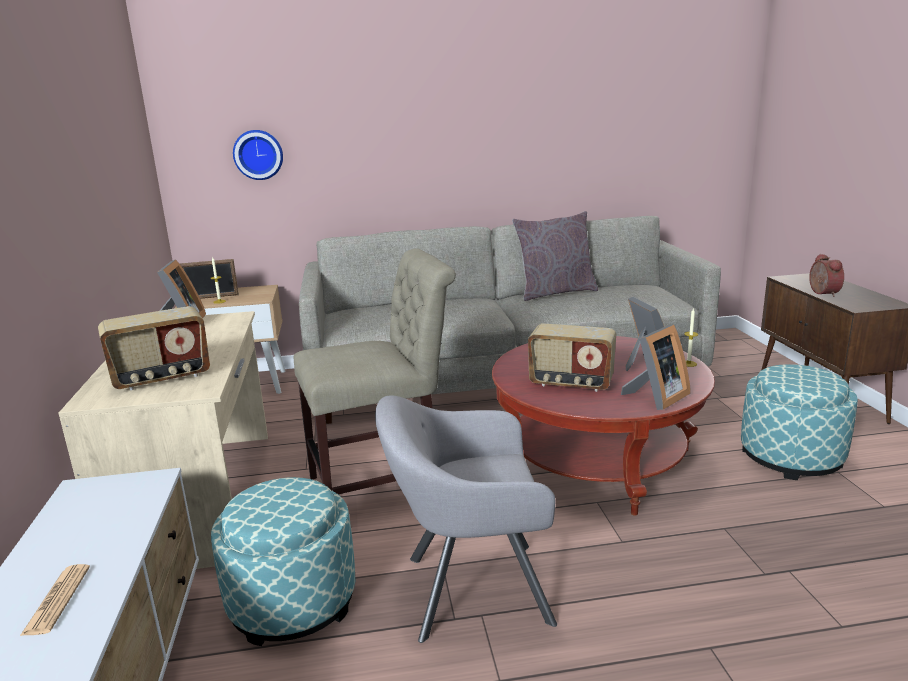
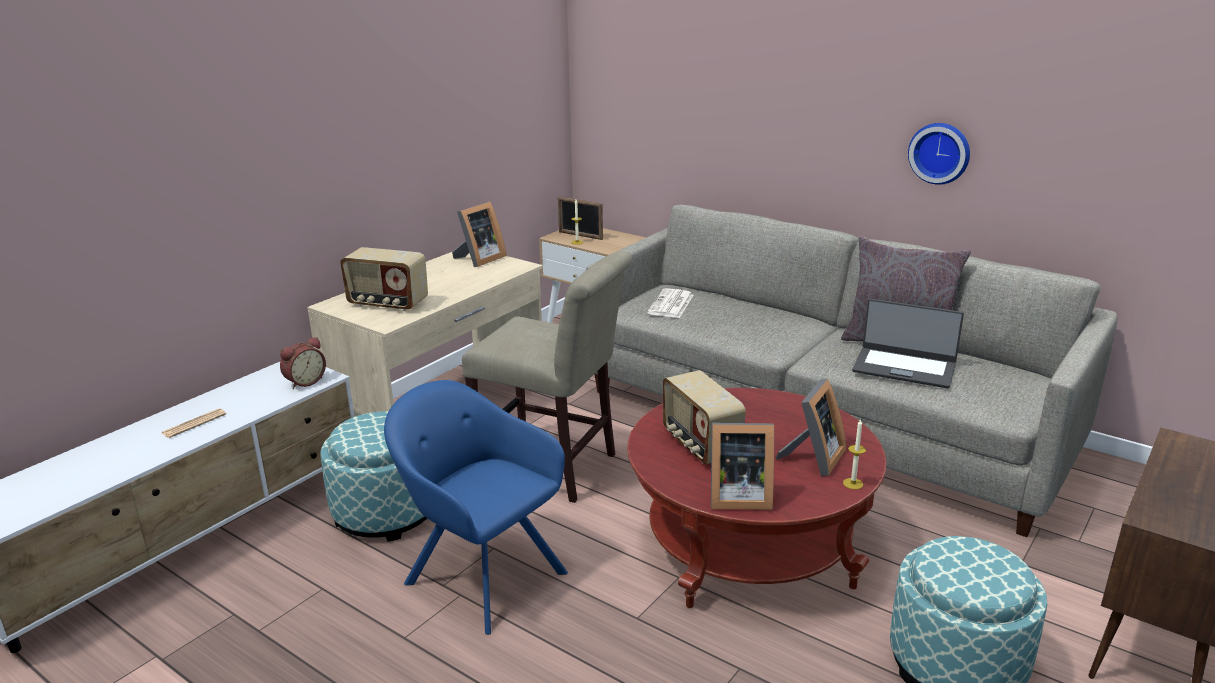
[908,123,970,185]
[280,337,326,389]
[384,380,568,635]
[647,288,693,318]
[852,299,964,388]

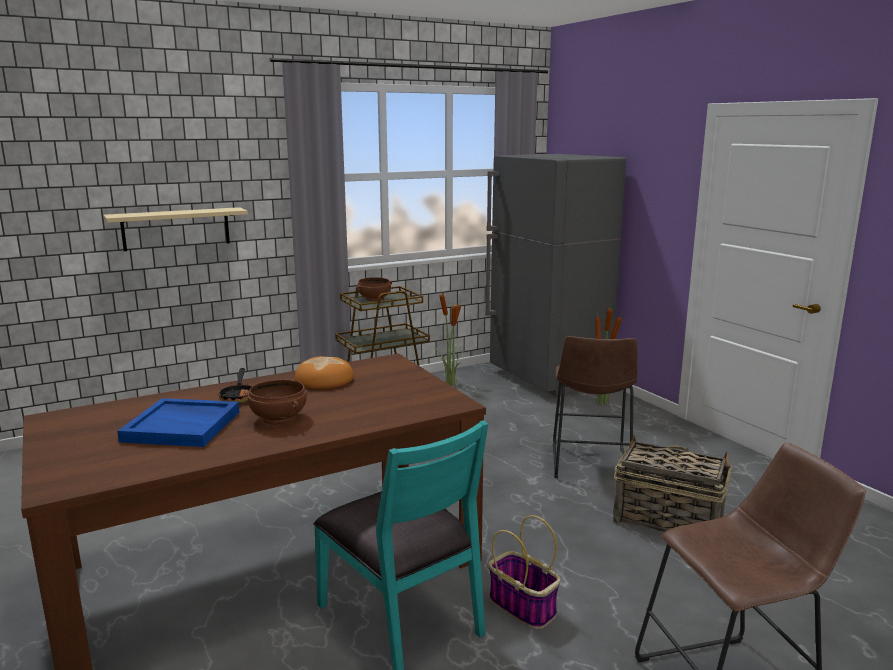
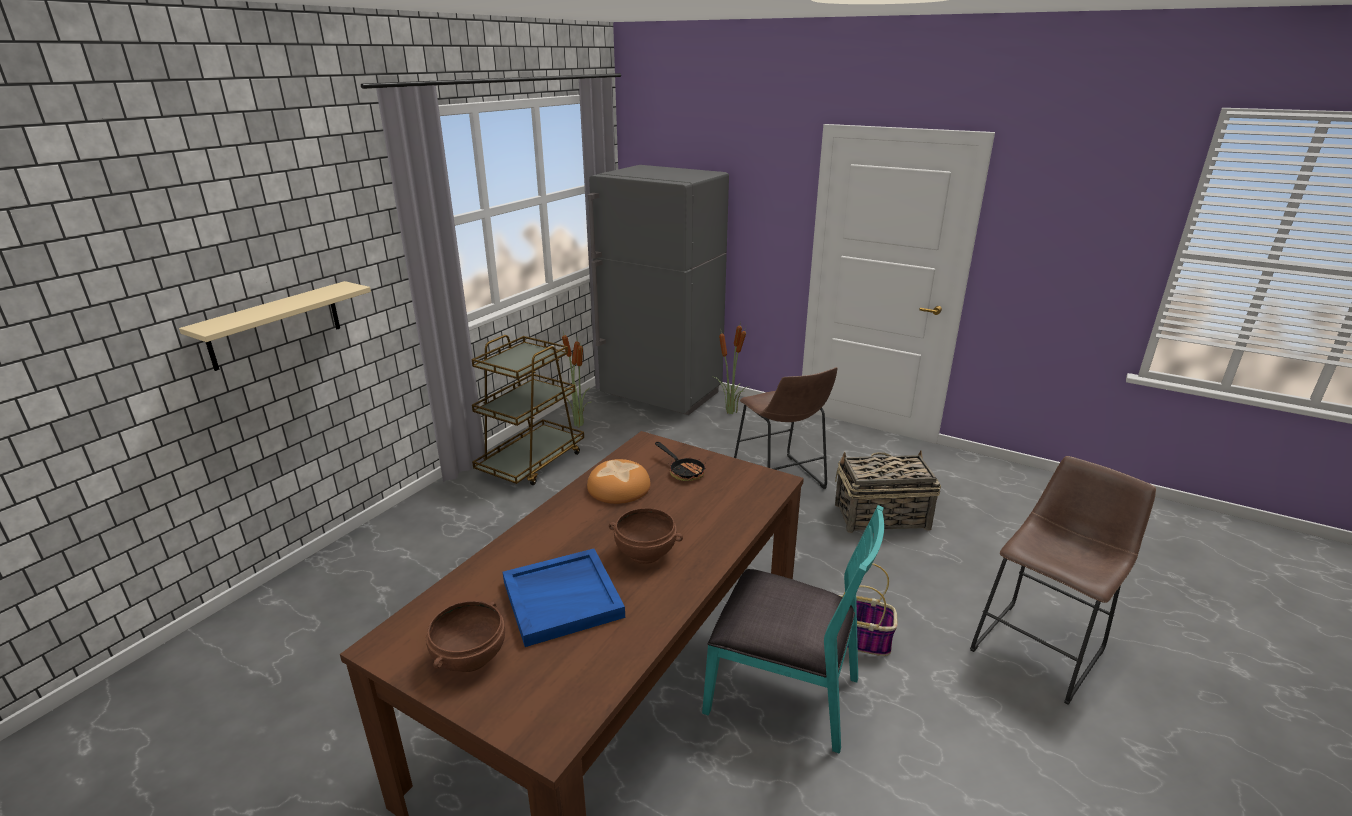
[426,601,505,672]
[655,442,705,481]

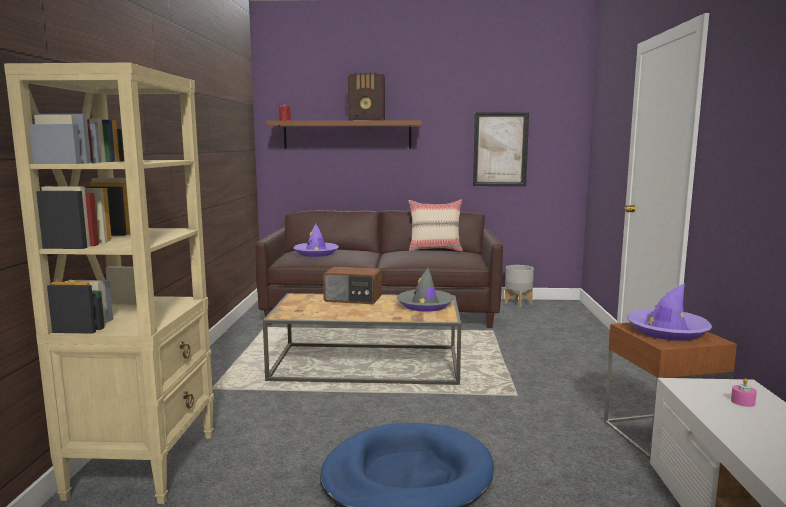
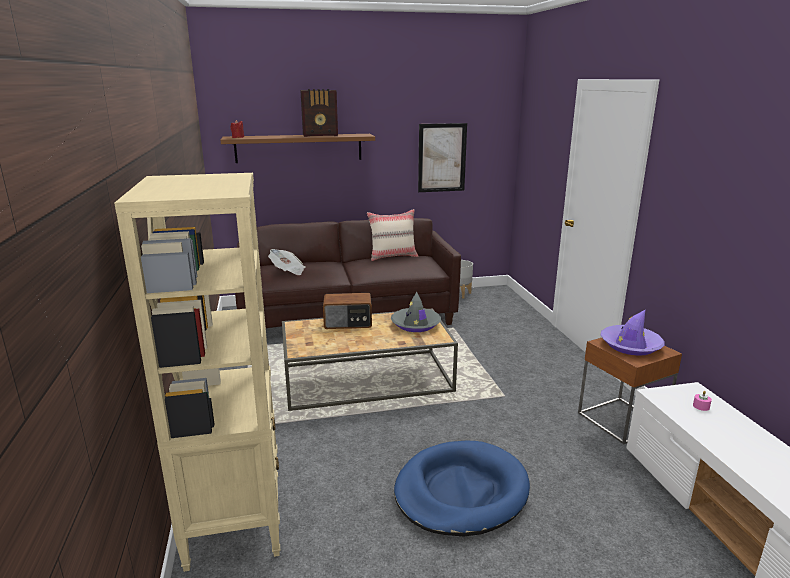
[268,249,306,275]

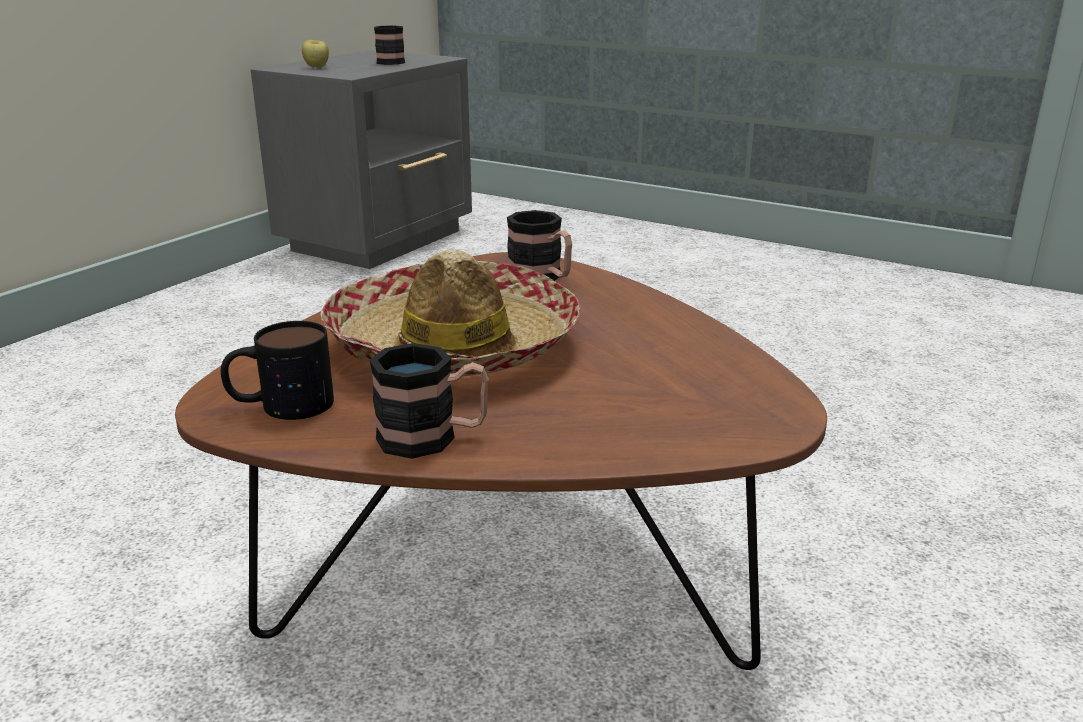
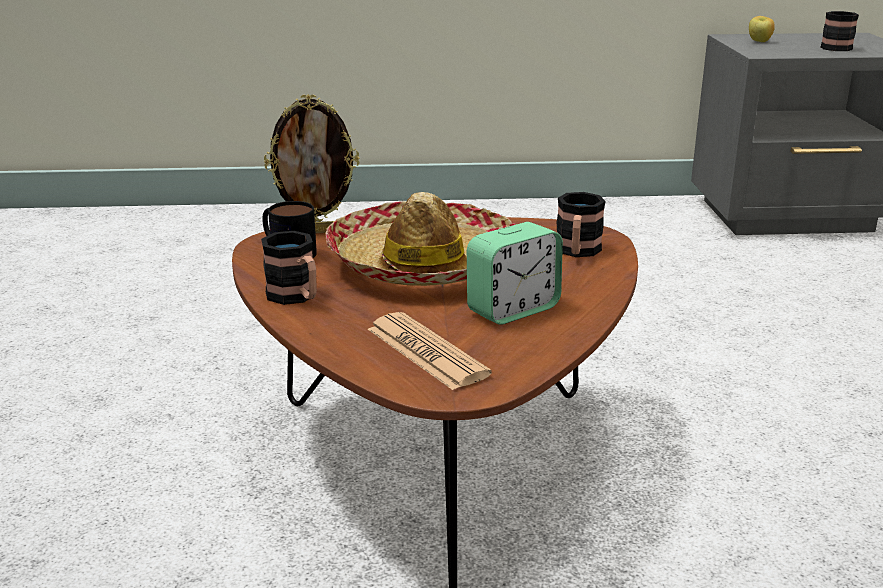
[264,94,359,233]
[467,222,563,325]
[368,312,492,390]

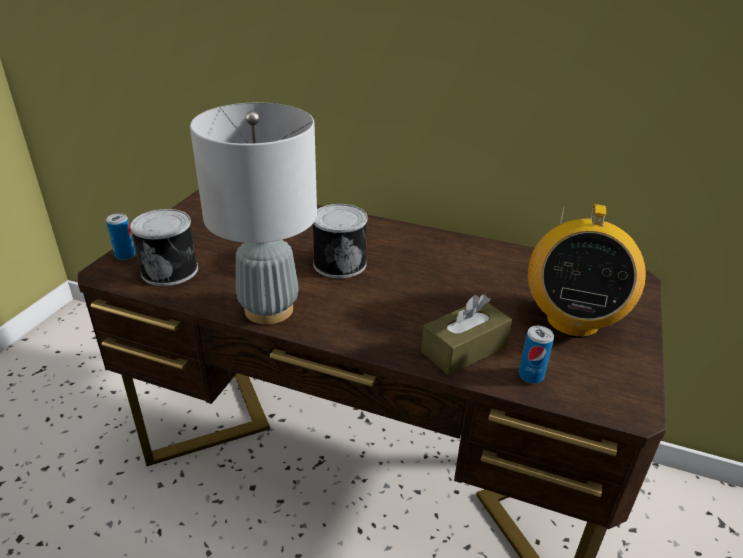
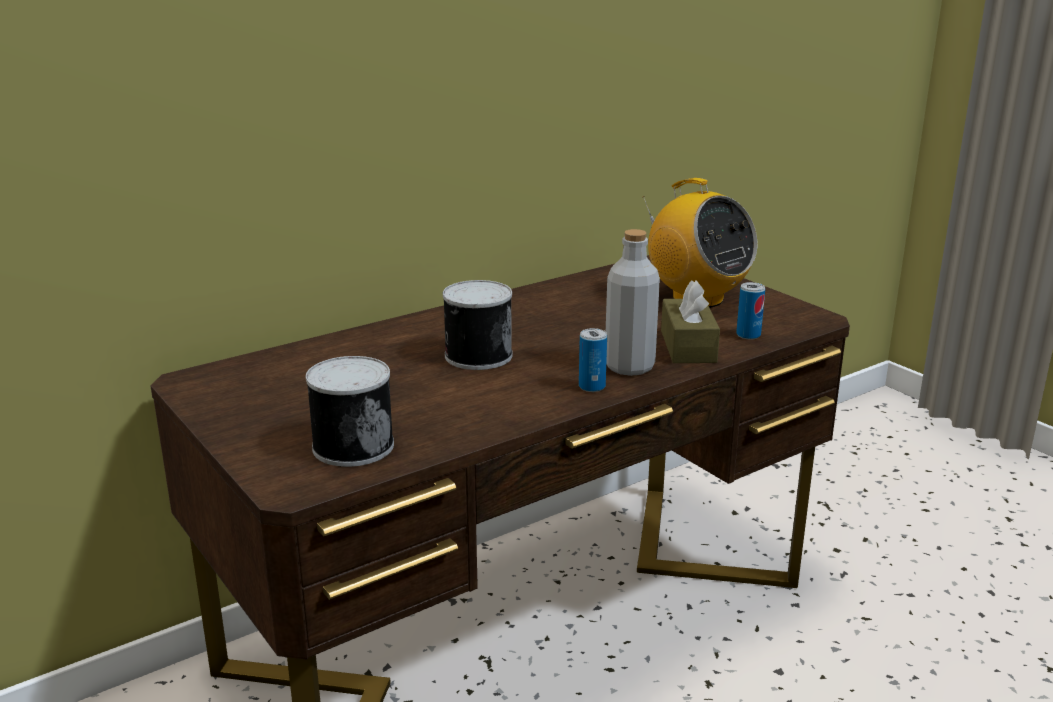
[190,103,317,324] (first image)
[579,328,607,392]
[606,229,660,376]

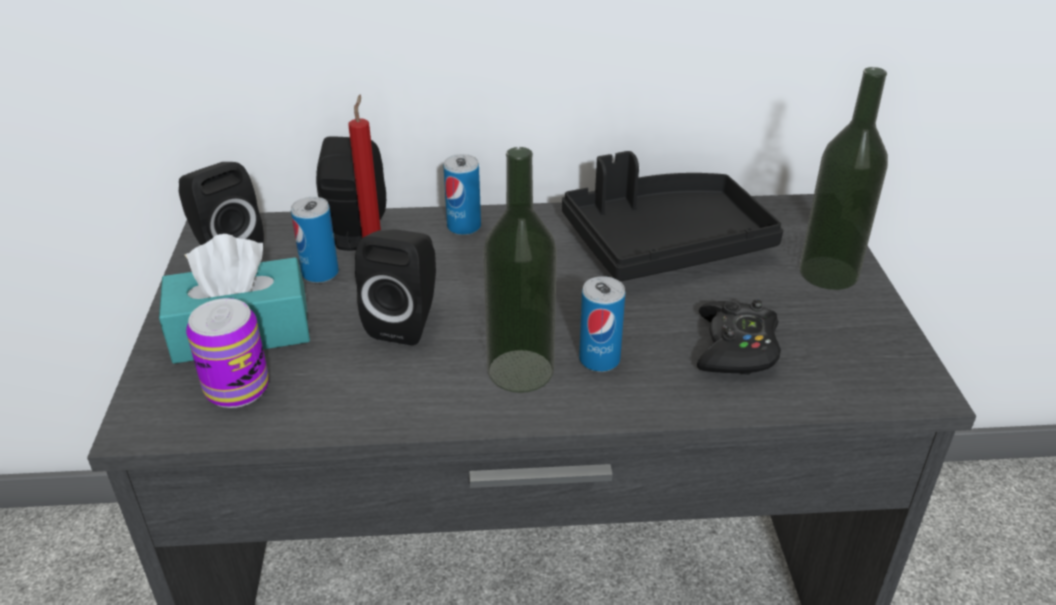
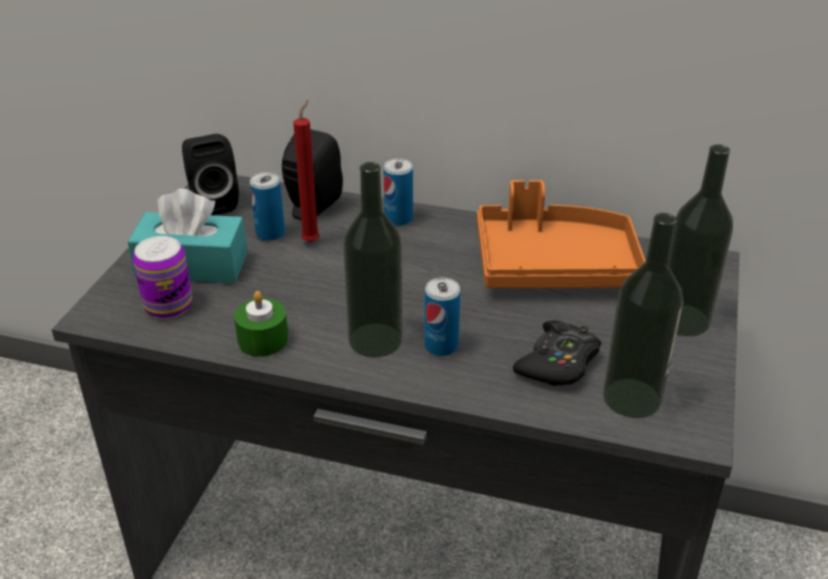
[477,180,646,288]
[355,230,436,346] (first image)
[603,213,683,418]
[234,291,288,357]

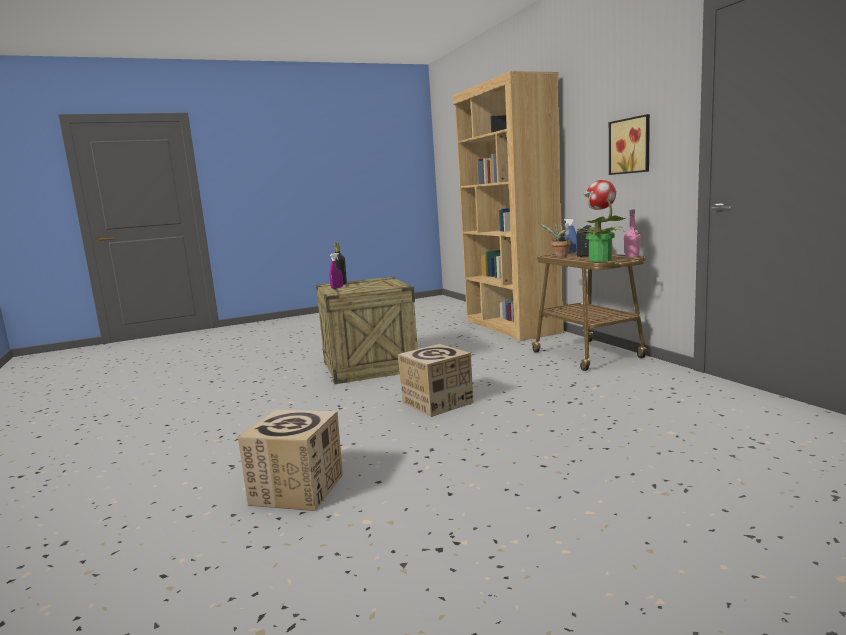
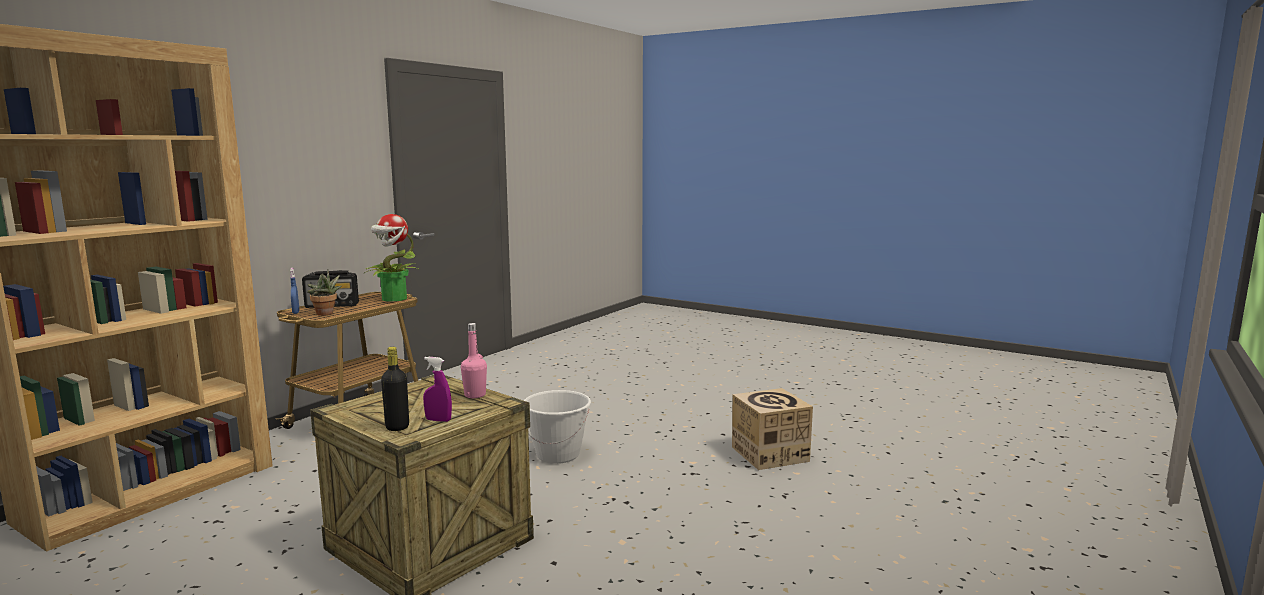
[609,114,650,175] (first image)
[461,323,487,398]
[524,390,591,464]

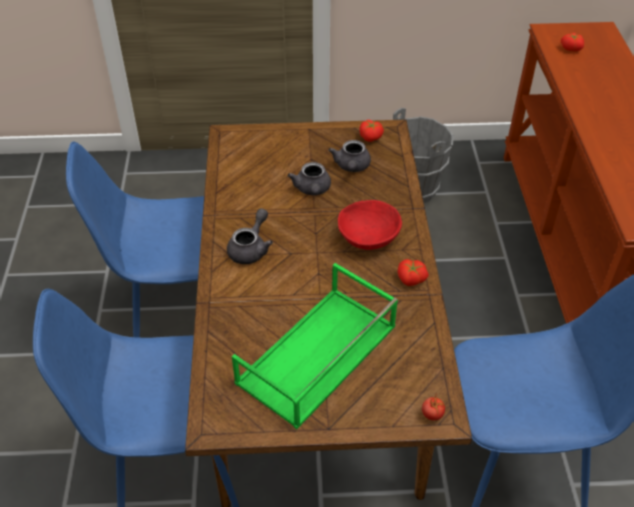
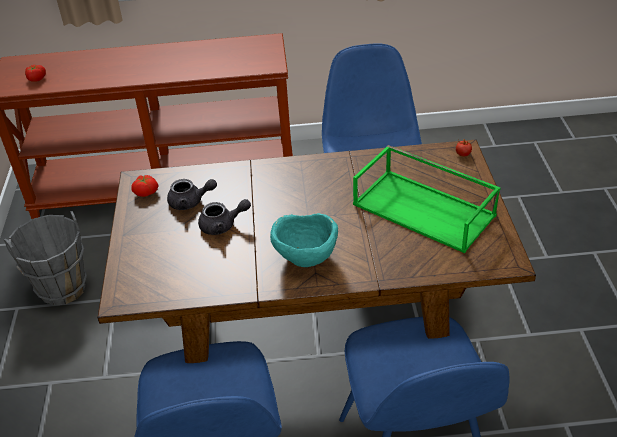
[338,200,402,250] (first image)
[270,213,338,267]
[397,259,429,286] (first image)

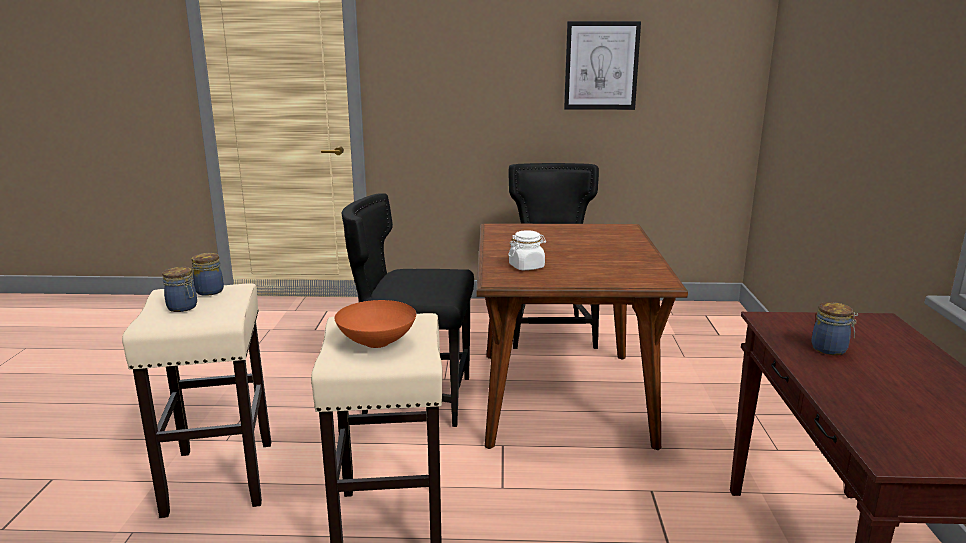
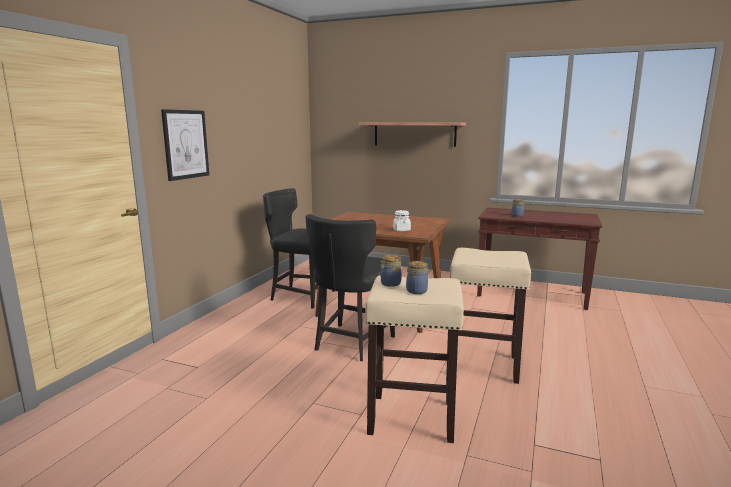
[161,109,209,181]
[335,300,416,348] (first image)
[359,122,466,147]

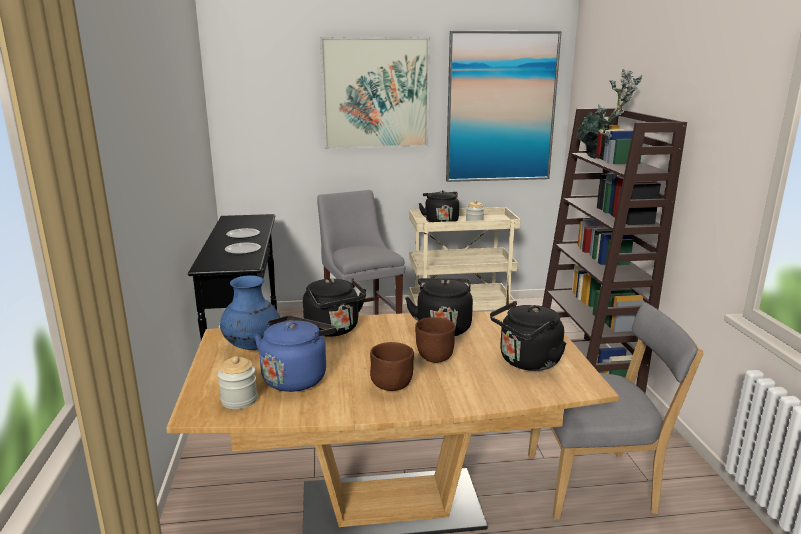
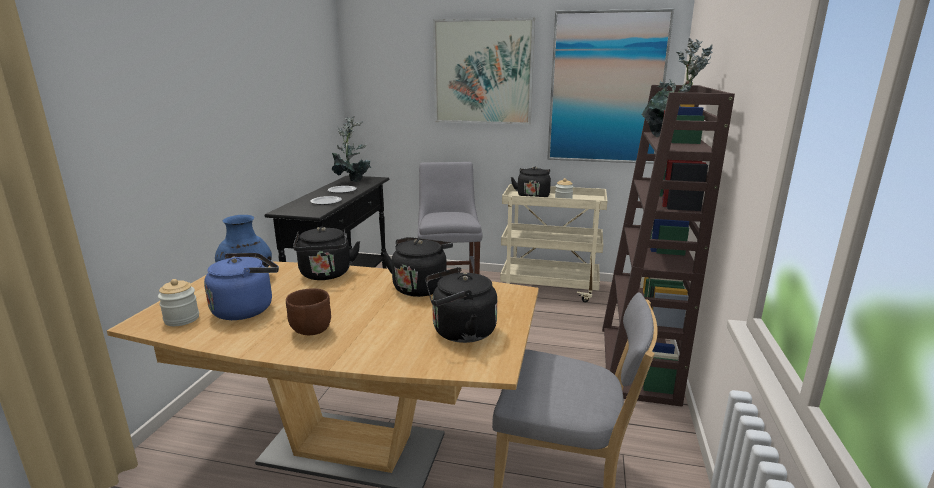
[415,317,456,363] (first image)
[332,116,371,182]

